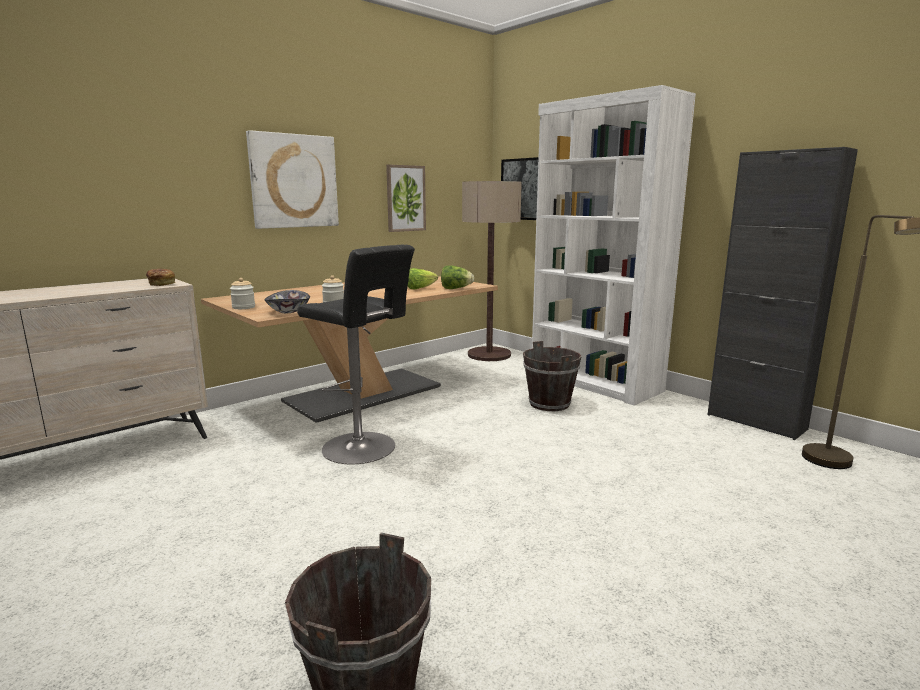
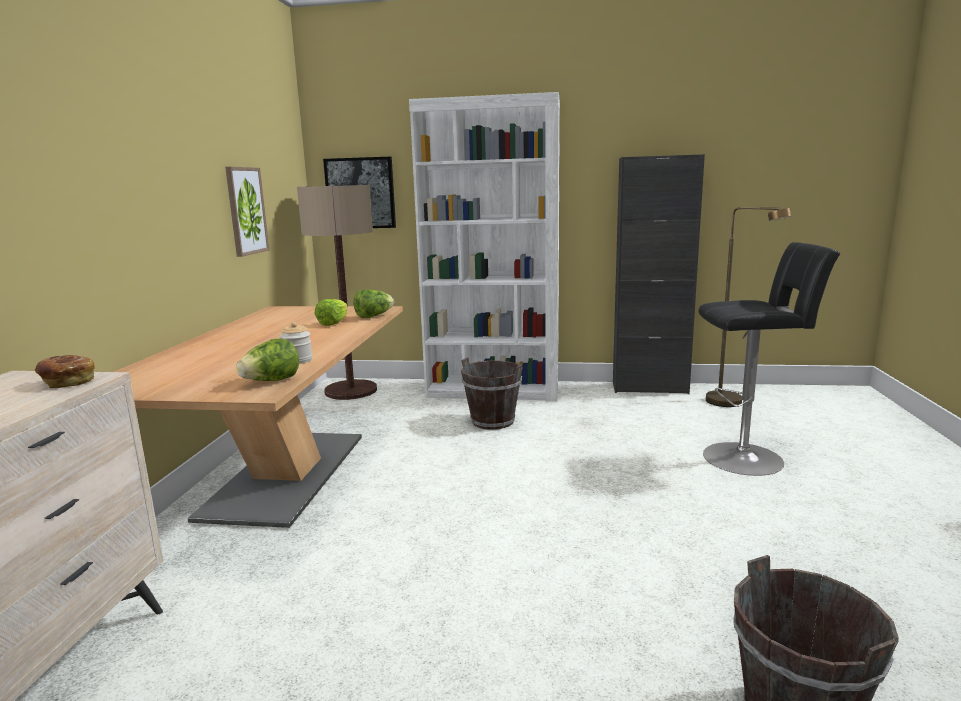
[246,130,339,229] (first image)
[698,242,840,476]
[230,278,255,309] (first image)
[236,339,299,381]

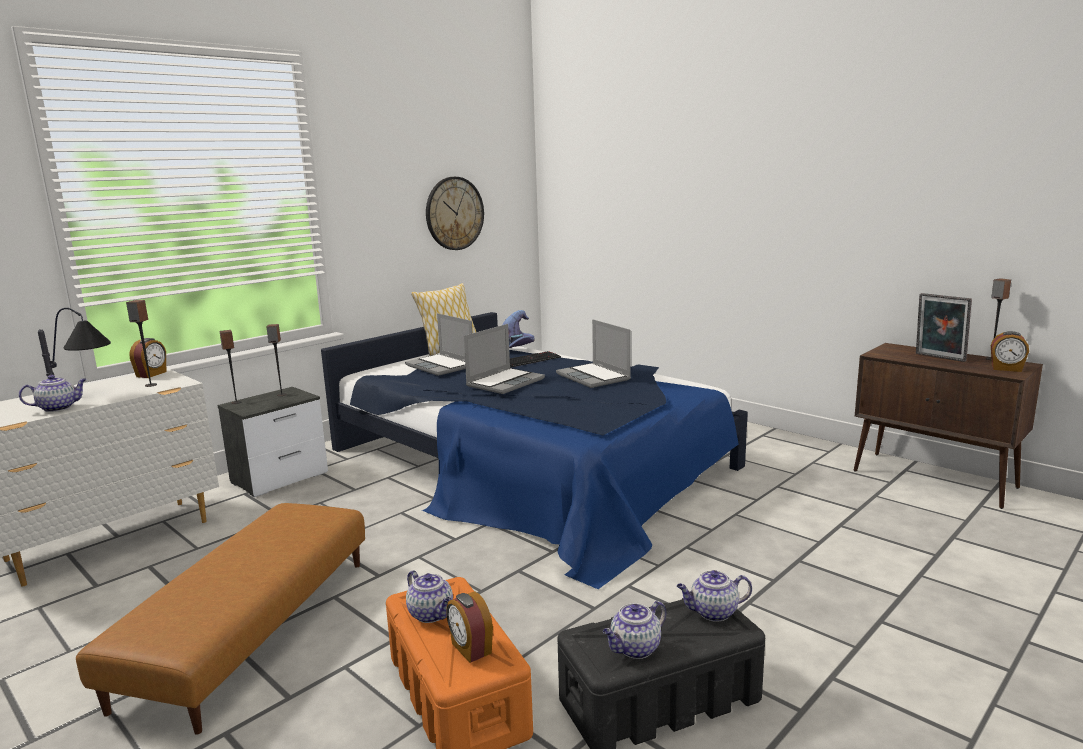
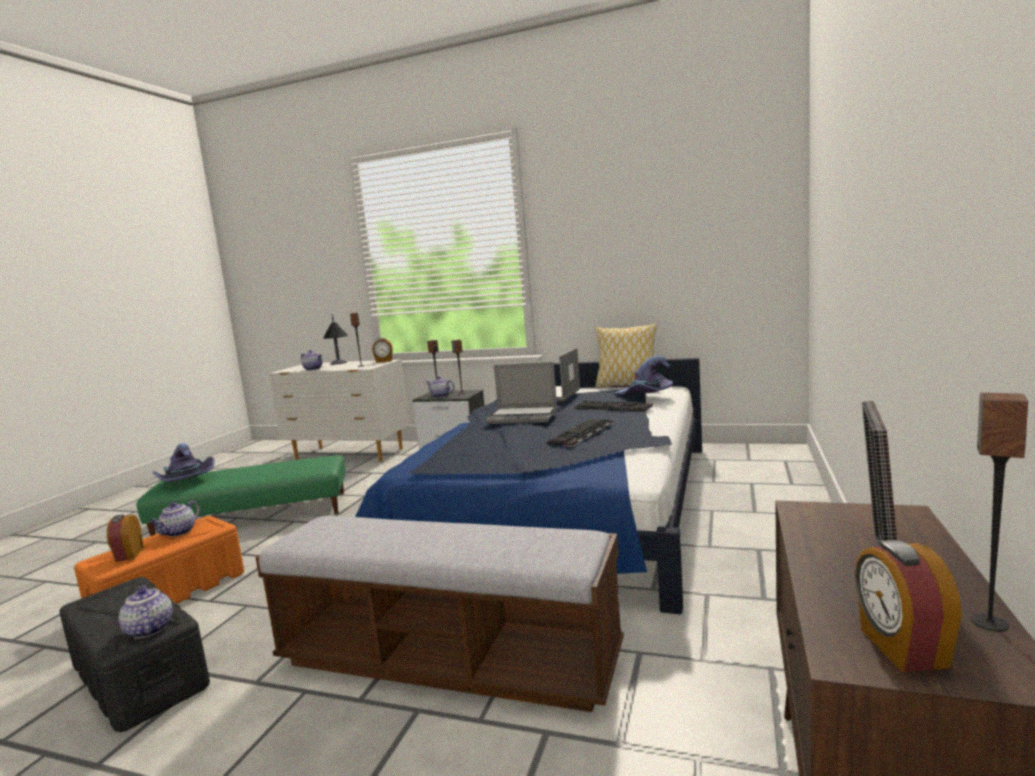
[426,177,484,250] (first image)
[546,419,613,447]
[136,455,346,536]
[107,514,143,562]
[426,376,455,398]
[153,443,215,482]
[255,516,624,712]

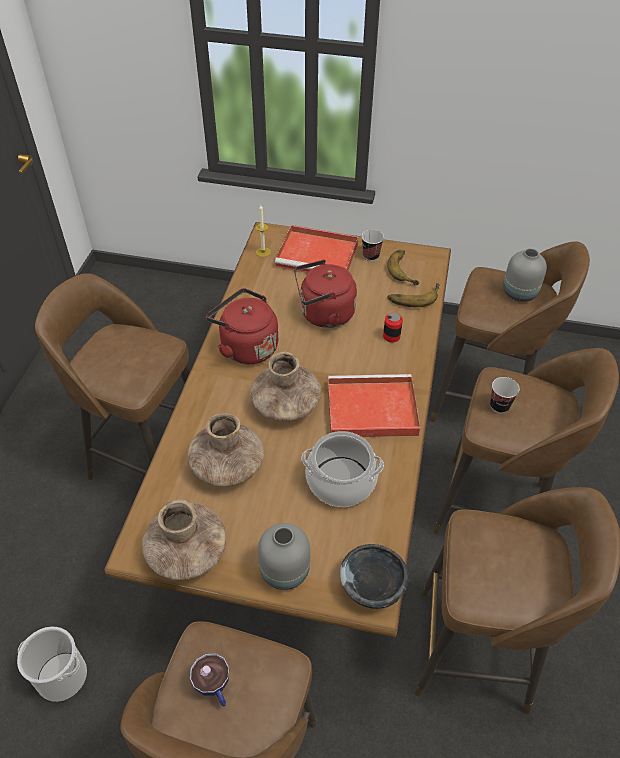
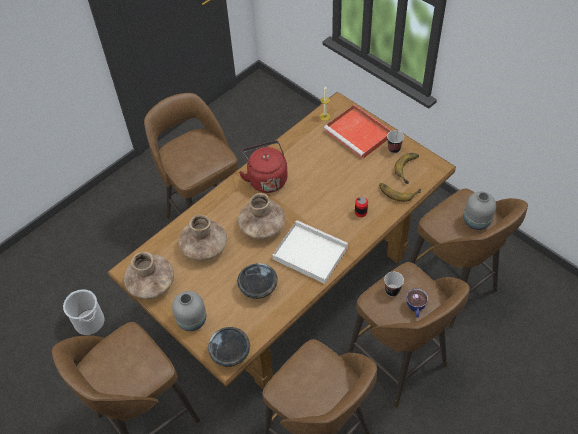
[294,260,357,328] (first image)
[272,220,348,284]
[237,263,278,299]
[406,289,428,318]

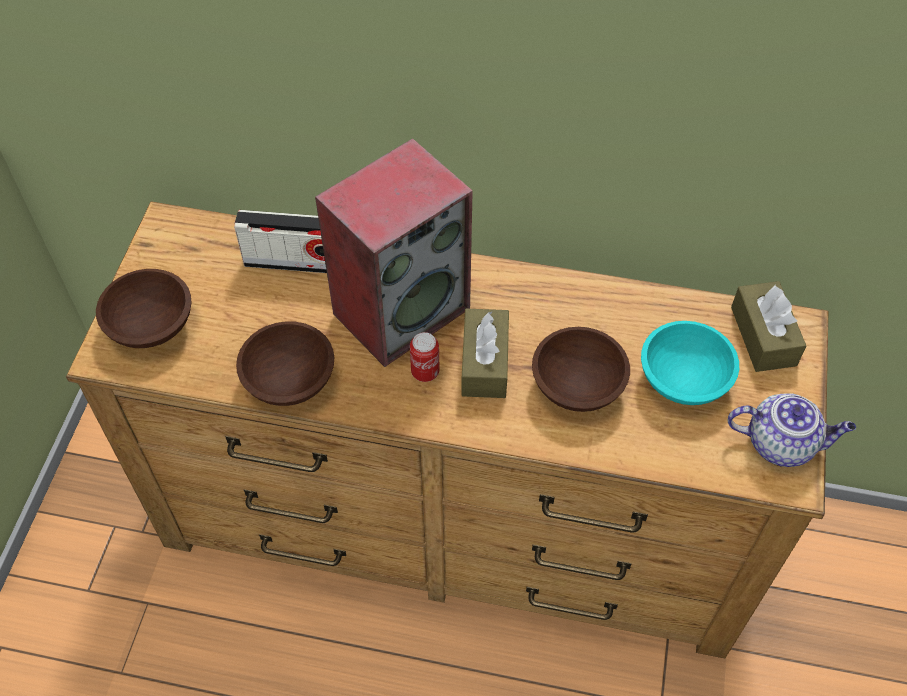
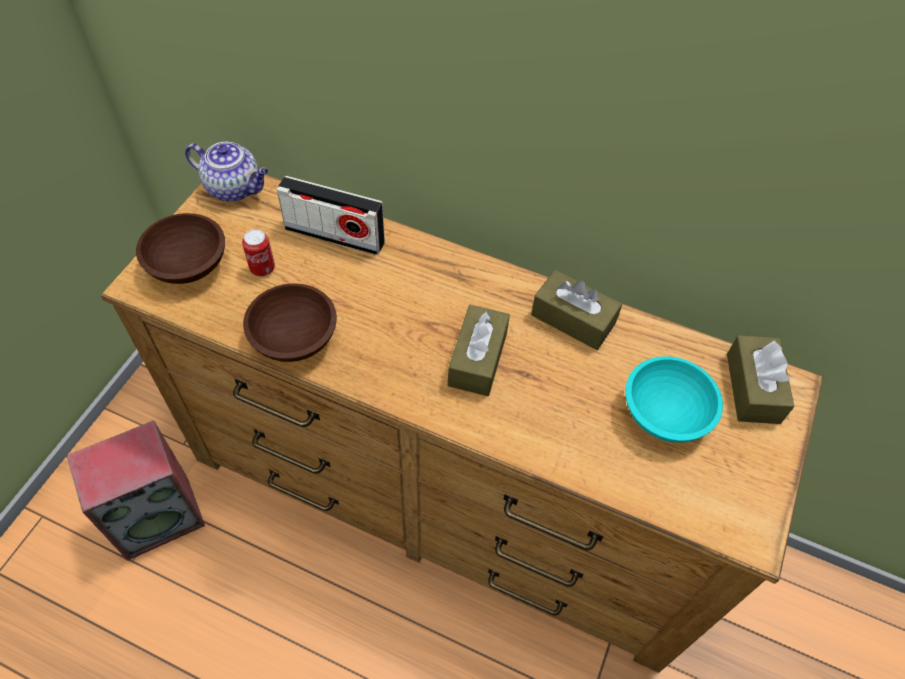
[67,420,205,560]
[532,327,630,412] (first image)
[242,229,275,276]
[185,142,269,202]
[531,270,622,350]

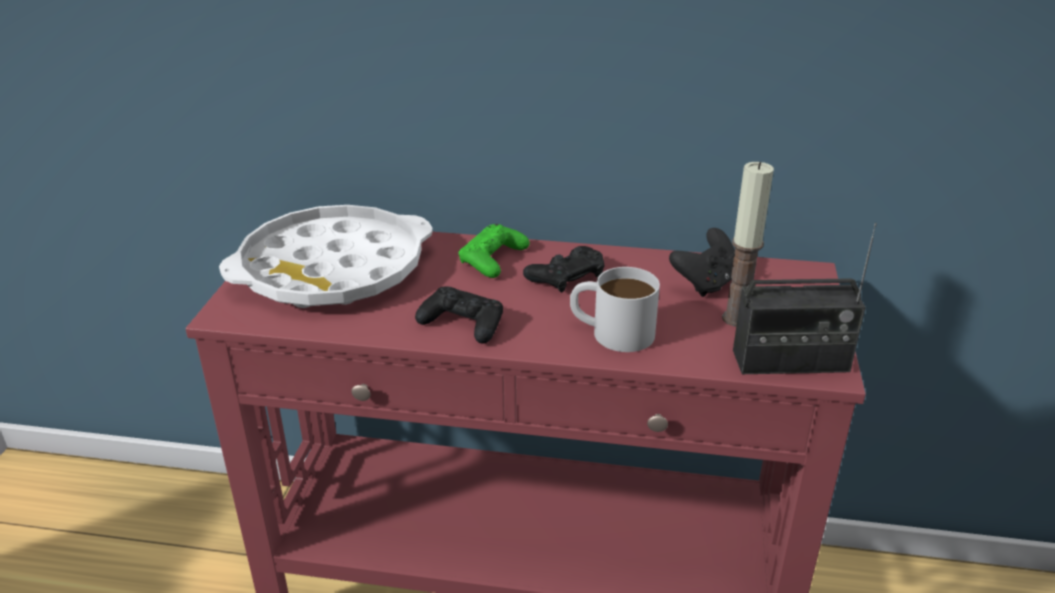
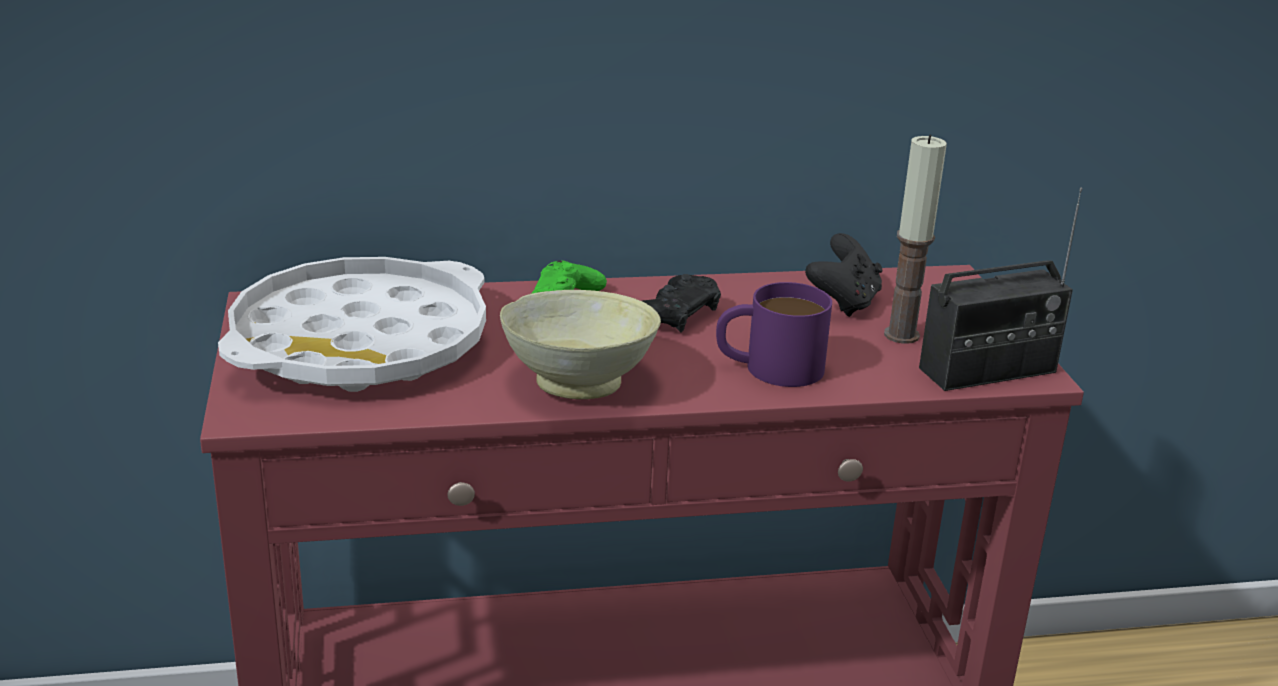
[716,282,832,387]
[500,290,661,399]

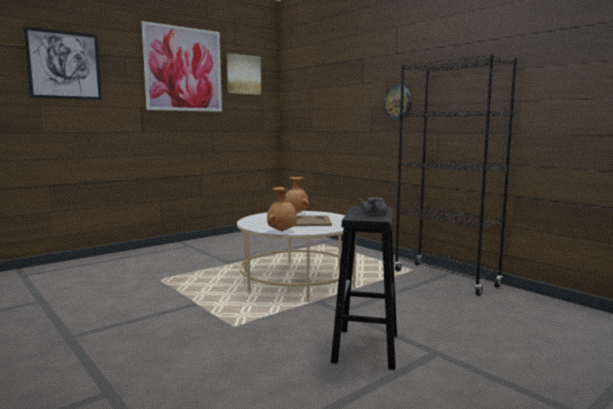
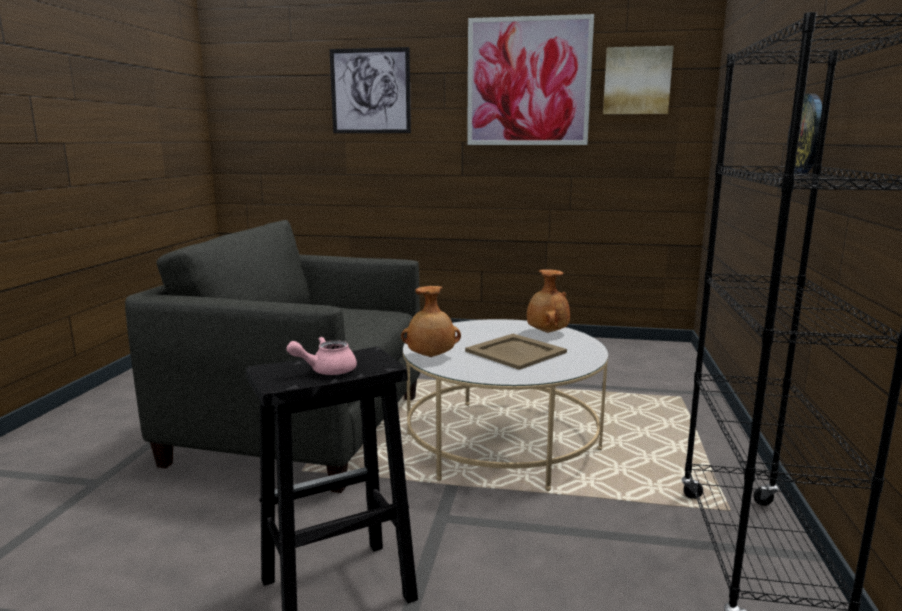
[287,337,357,375]
[125,220,420,493]

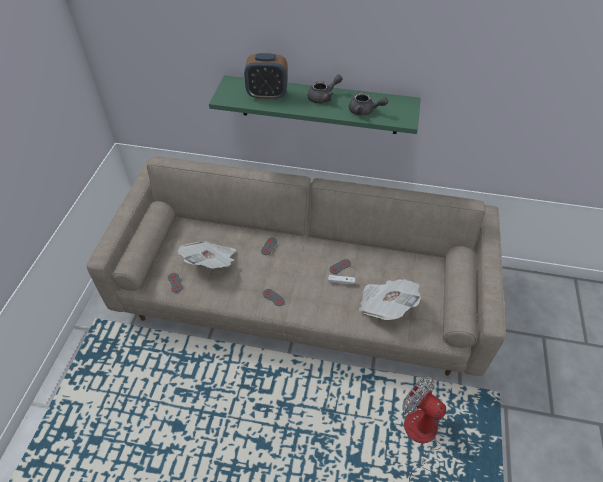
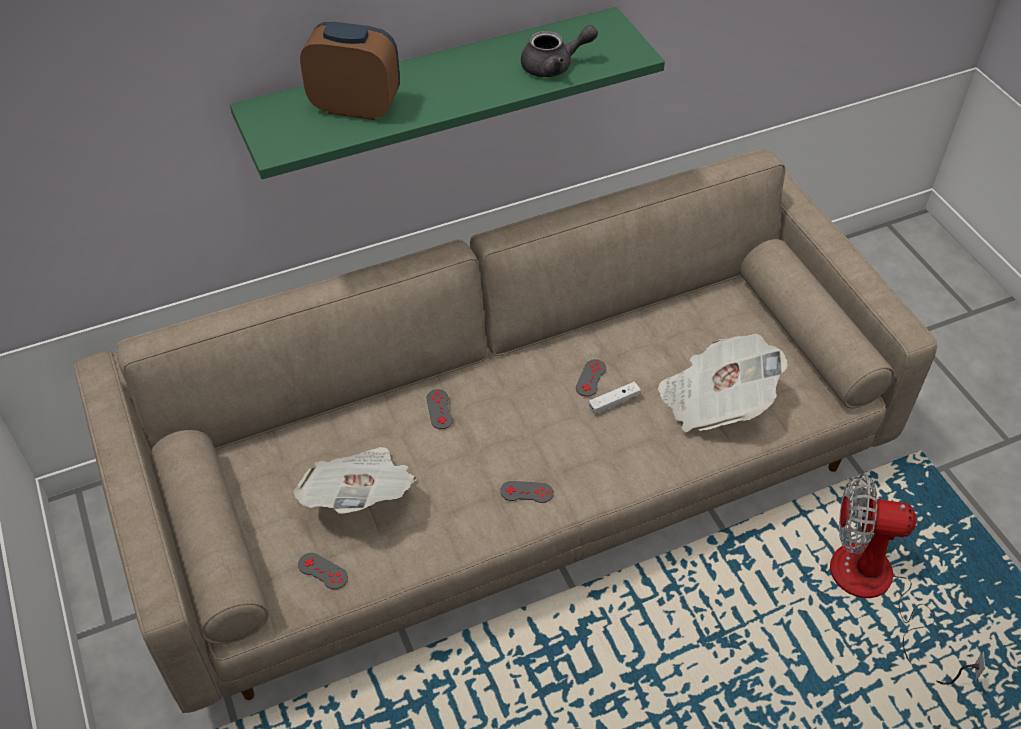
[300,22,400,120]
[308,74,343,104] (first image)

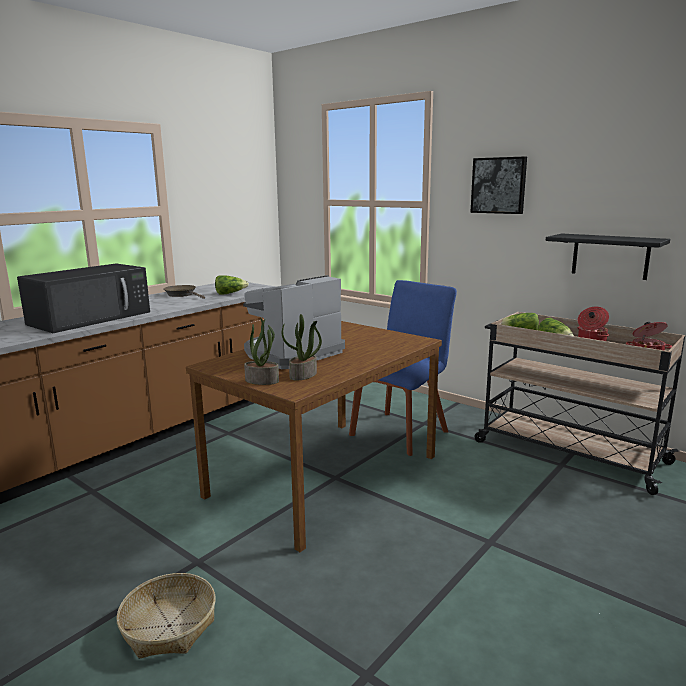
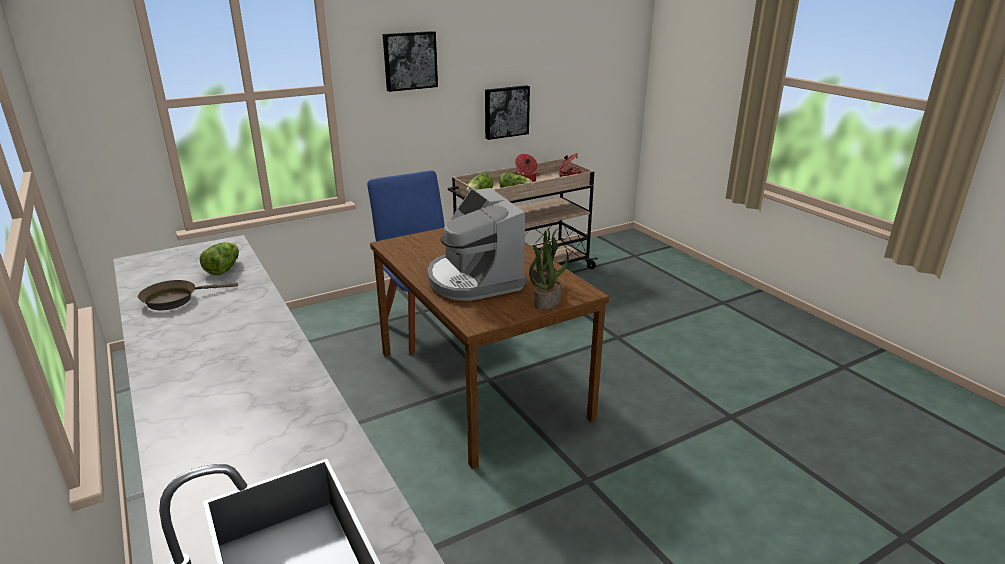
[485,85,530,140]
[17,264,150,333] (first image)
[117,573,216,658] (first image)

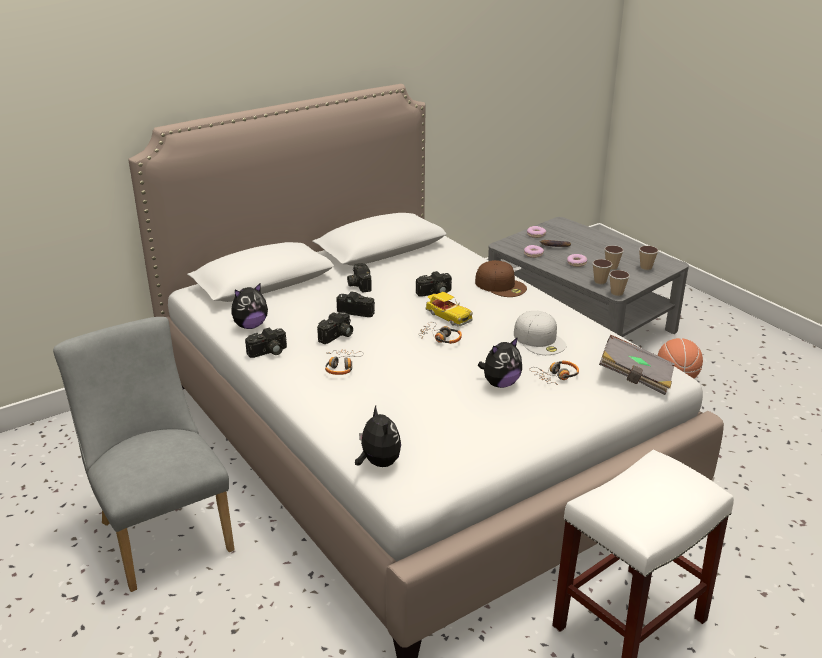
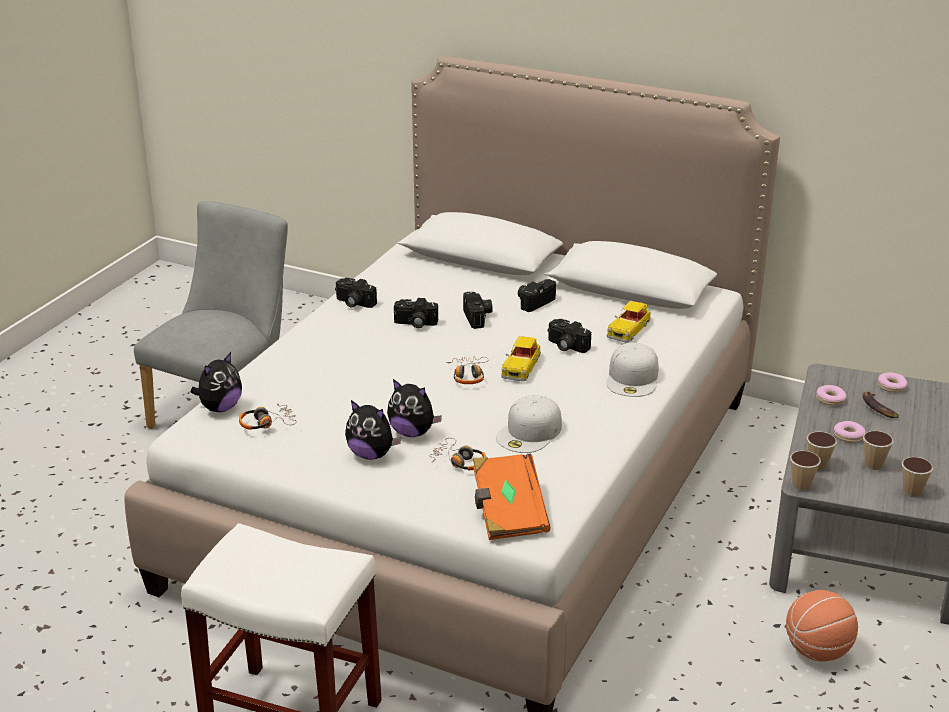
[607,343,659,397]
[345,400,401,460]
[473,454,551,540]
[239,403,297,430]
[607,301,651,343]

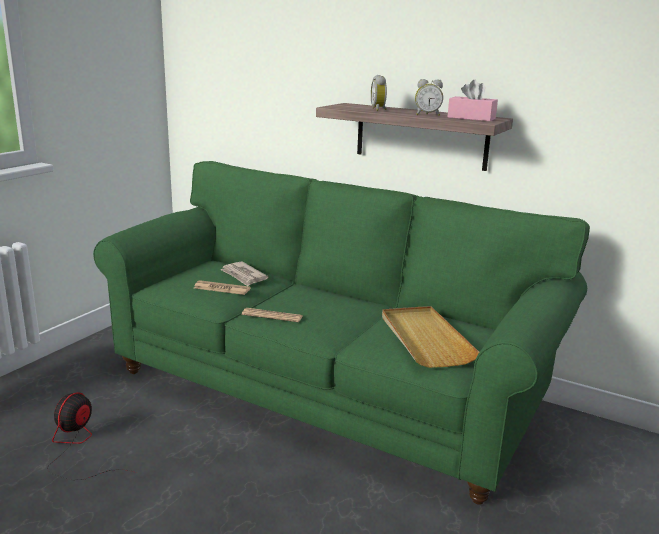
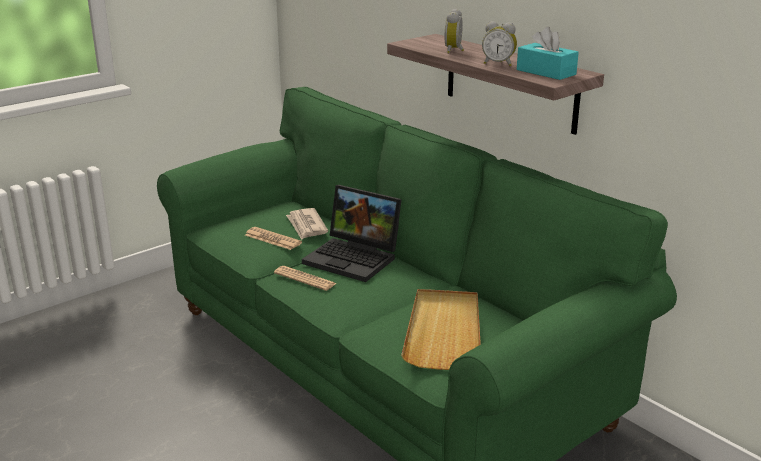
[517,27,579,80]
[47,392,137,480] (first image)
[302,185,402,282]

